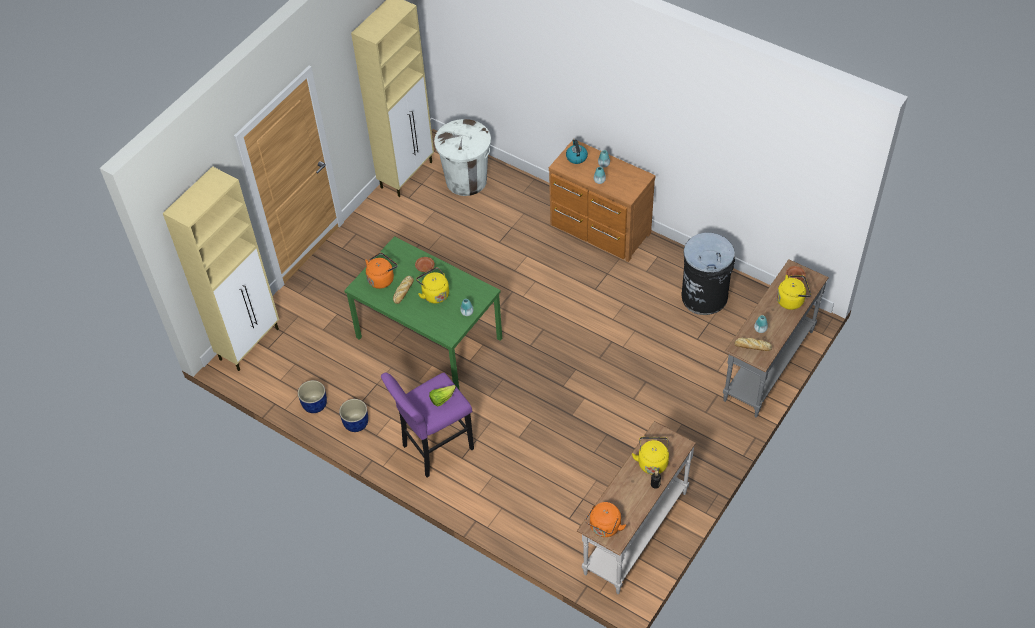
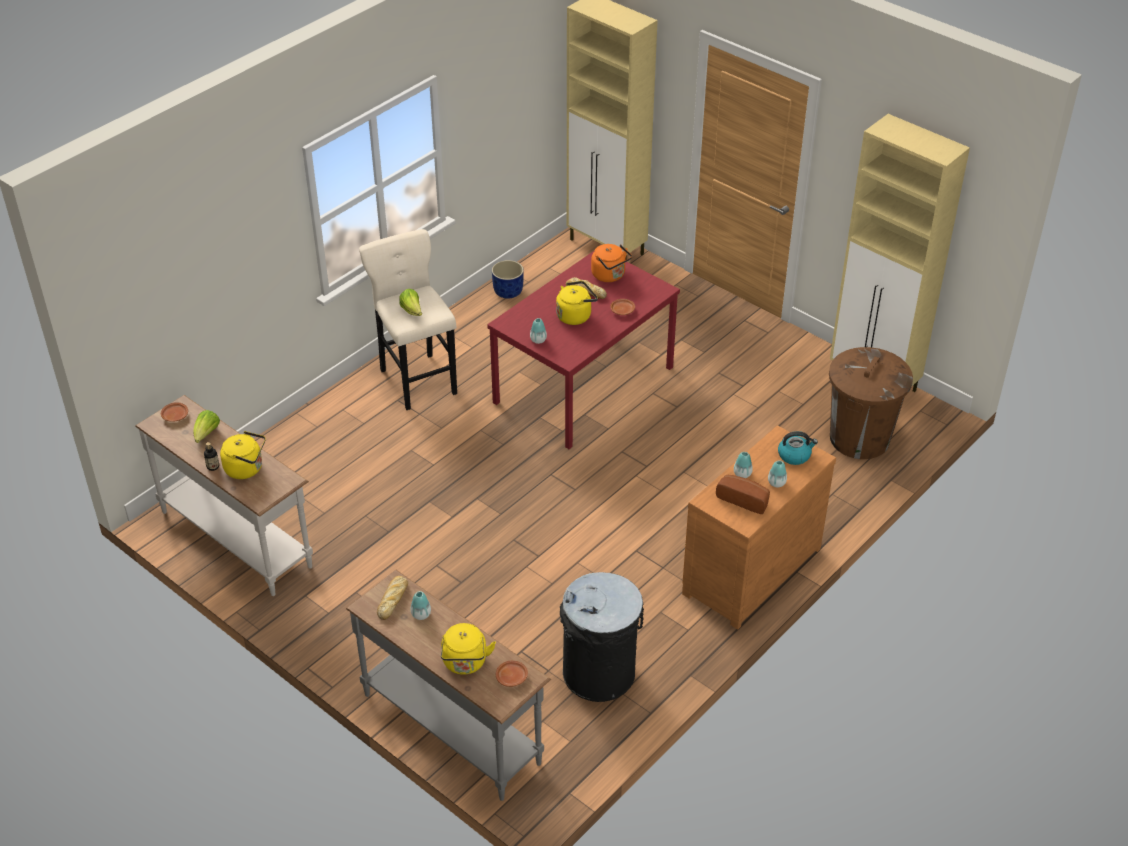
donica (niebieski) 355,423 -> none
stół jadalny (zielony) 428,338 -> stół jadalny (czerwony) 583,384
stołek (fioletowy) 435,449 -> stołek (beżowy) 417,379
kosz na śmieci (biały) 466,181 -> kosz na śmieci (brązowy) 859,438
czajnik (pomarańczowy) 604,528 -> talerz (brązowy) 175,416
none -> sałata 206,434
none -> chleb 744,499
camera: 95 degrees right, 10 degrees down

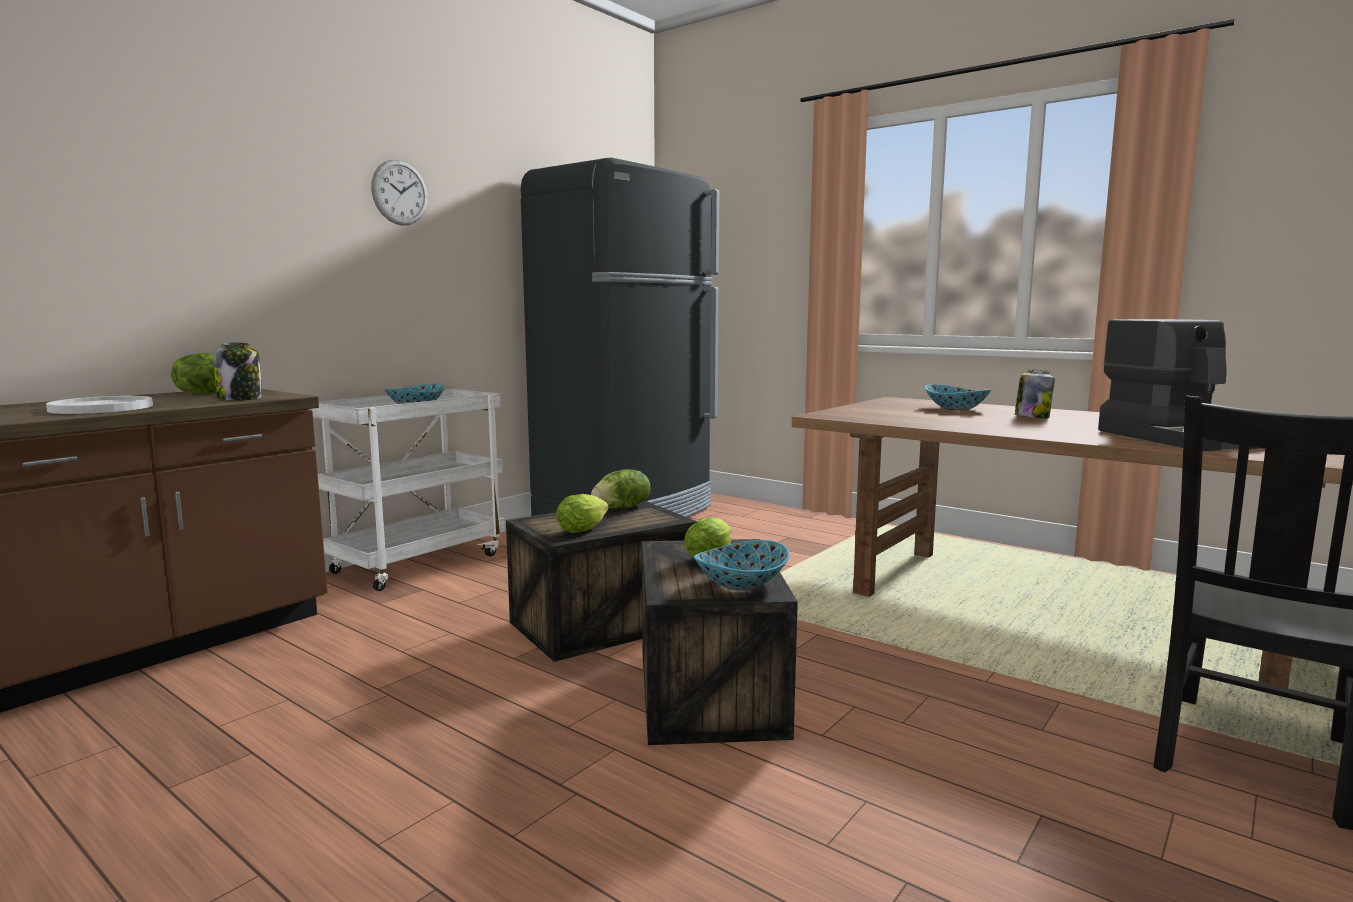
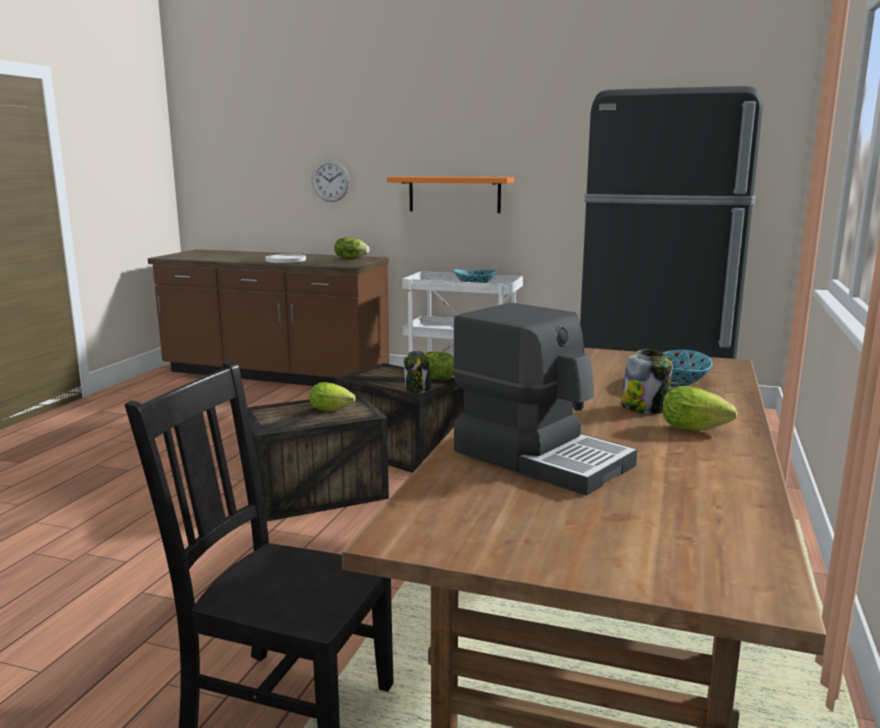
słoik 240,398 -> słoik 418,389, shifted
zegar ścienny 400,192 -> zegar ścienny 330,181, shifted
sałata 584,529 -> sałata 697,429, shifted
miska 740,584 -> none
ekspres do kawy 1176,438 -> ekspres do kawy 541,457, 105 degrees counterclockwise
none -> półka (pomarańczowy) 454,194
camera: 70 degrees right, 5 degrees up

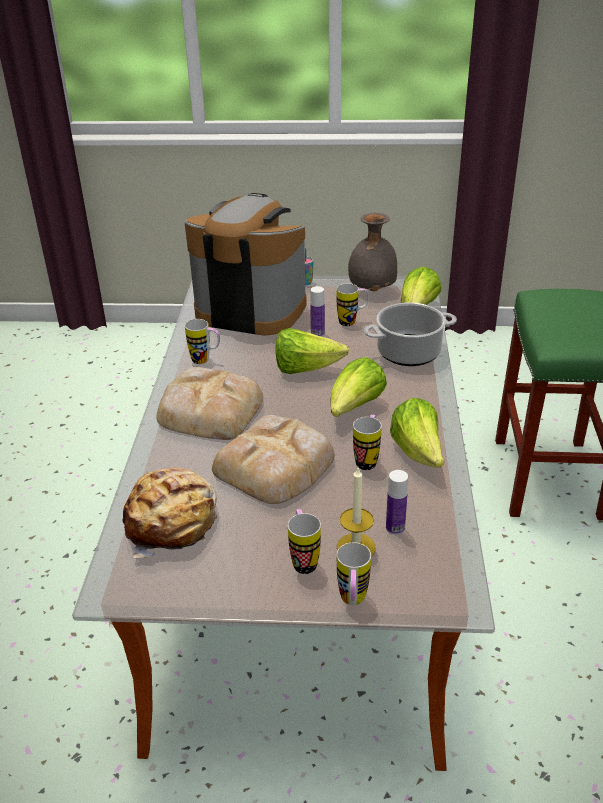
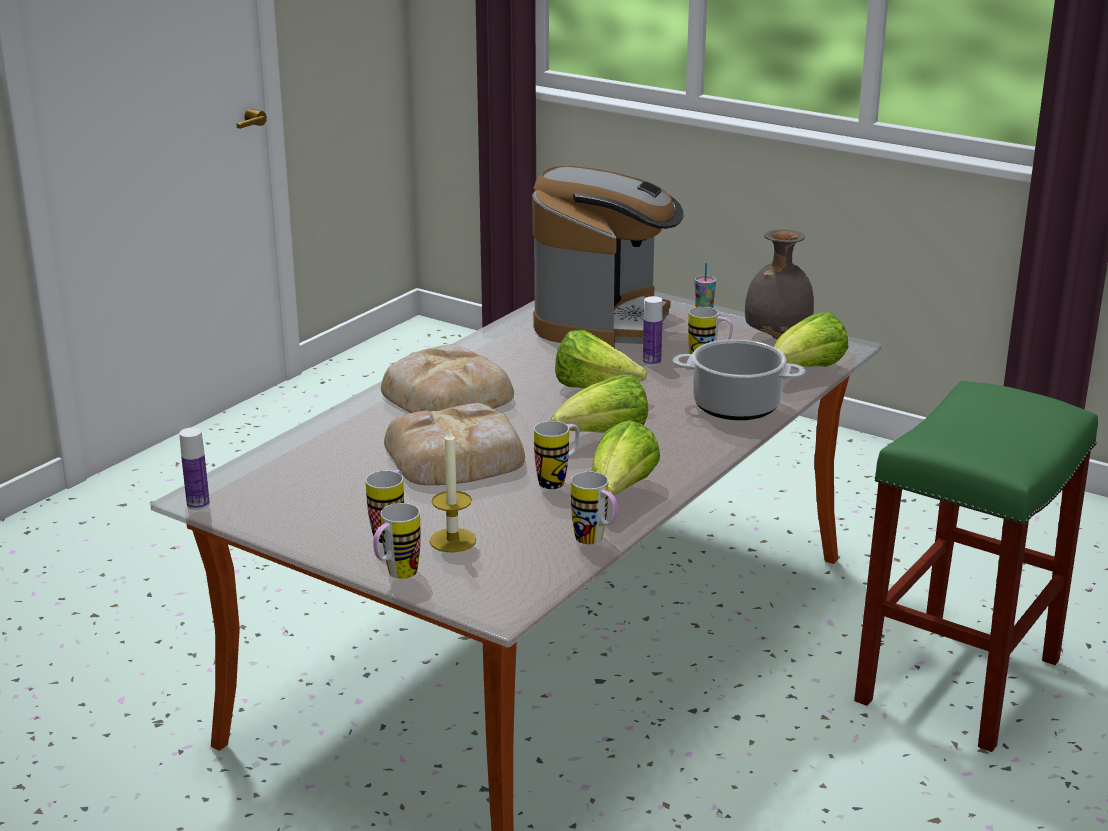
chleb 172,522 -> none
ekspres do kawy 250,310 -> ekspres do kawy 603,321, 60 degrees clockwise
kubek 205,360 -> kubek 595,541, shifted
butelka 395,528 -> butelka 198,504, shifted
camera: 30 degrees right, 10 degrees down

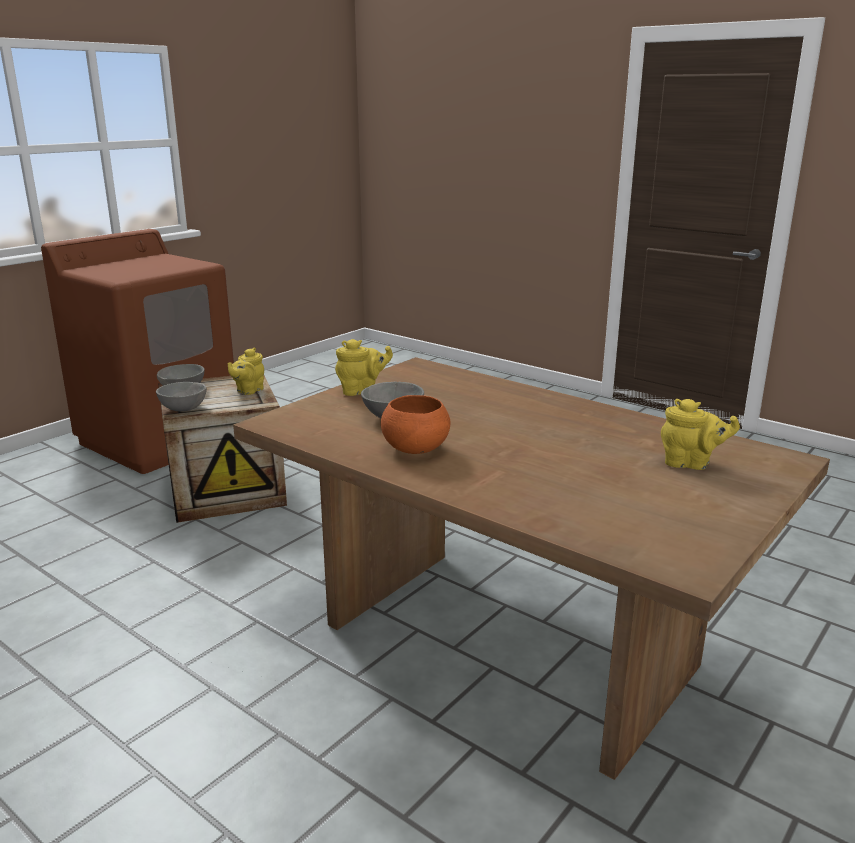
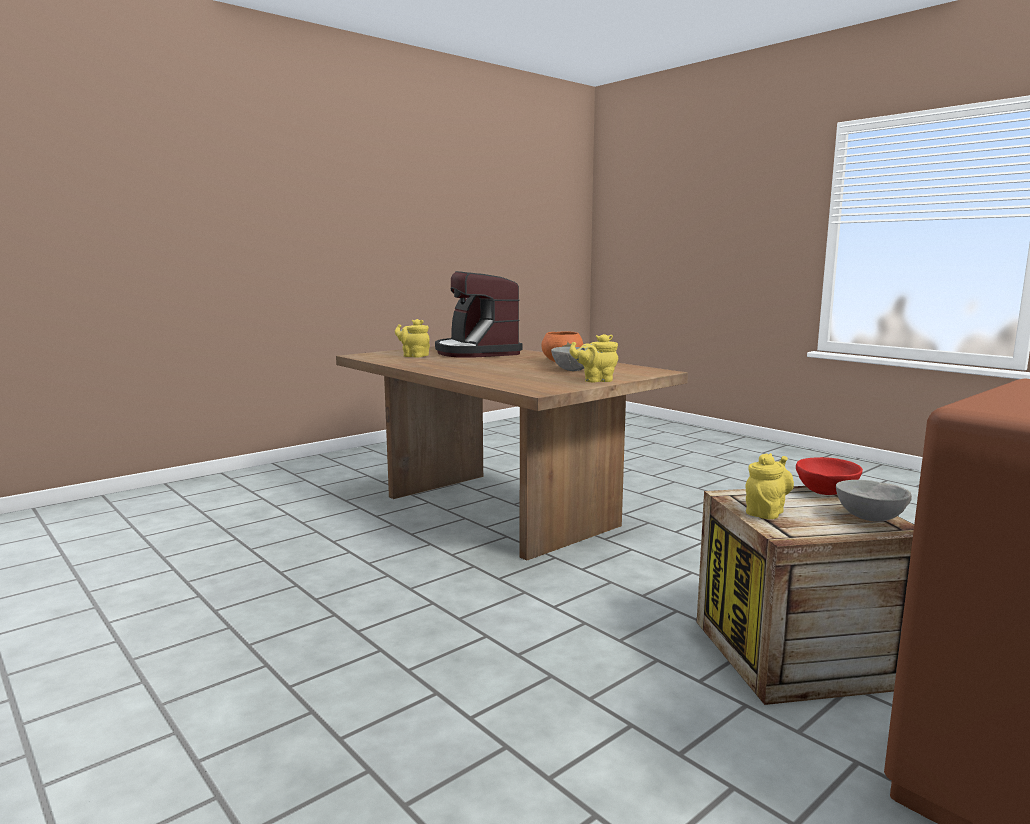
miska (szary) 183,409 -> miska (czerwony) 827,493
none -> ekspres do kawy 476,352
camera: 170 degrees left, 10 degrees down

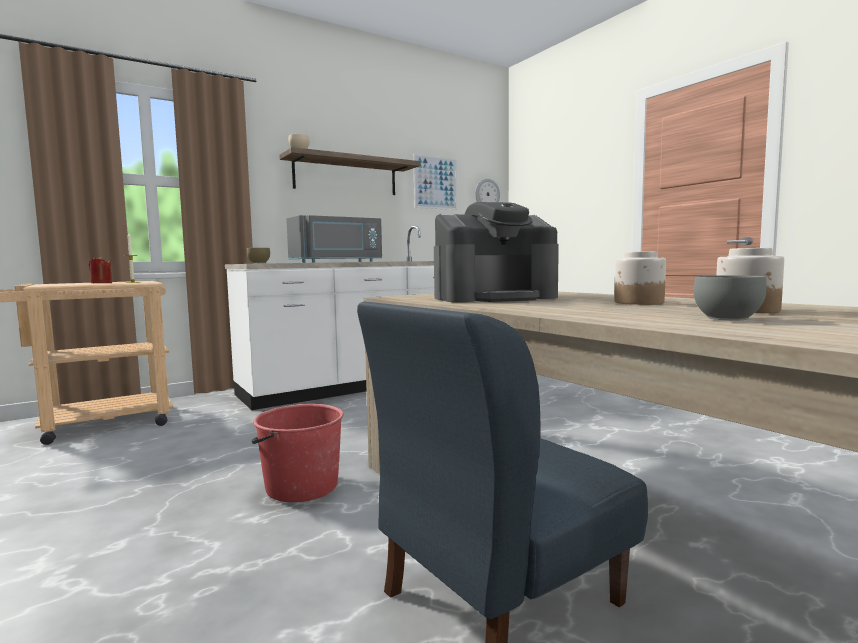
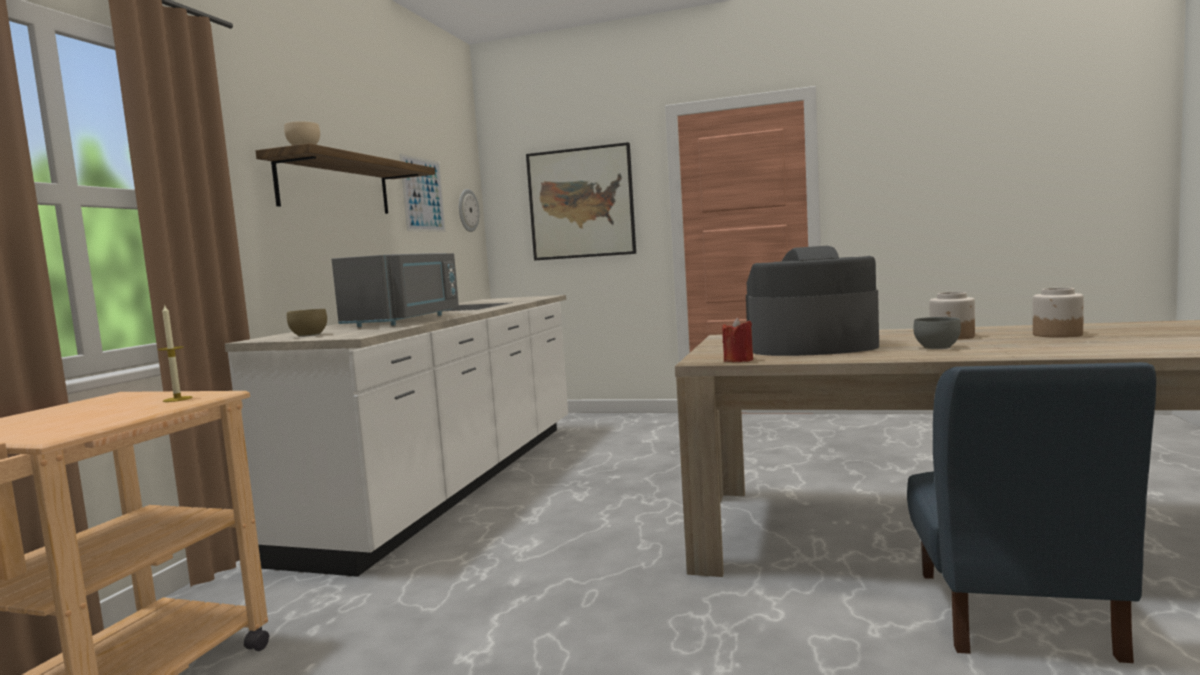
świeca (czerwony) 101,283 -> świeca (czerwony) 738,360, shifted
wiadro (czerwony) 300,487 -> none
ekspres do kawy 494,298 -> ekspres do kawy 810,347, 120 degrees counterclockwise
miska (szary) 725,318 -> miska (szary) 935,348, shifted
none -> obraz 581,203
camera: 40 degrees left, 0 degrees up

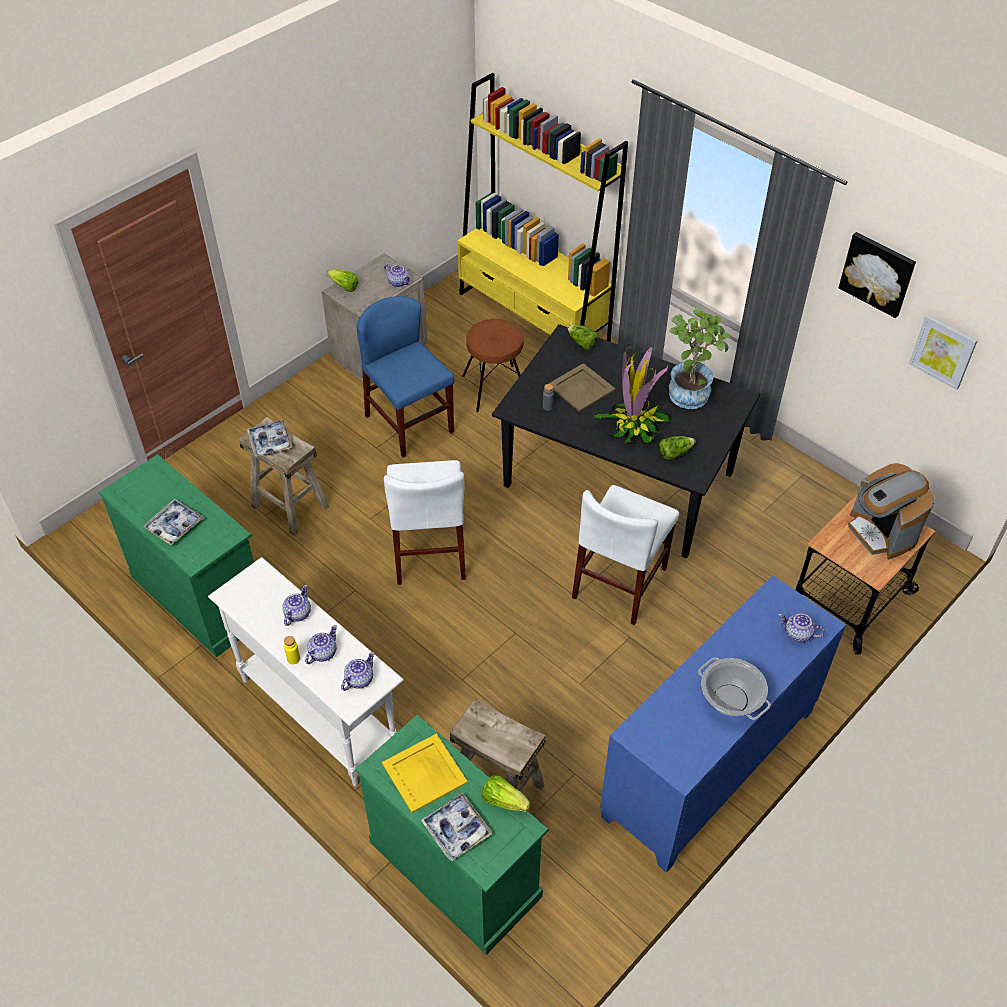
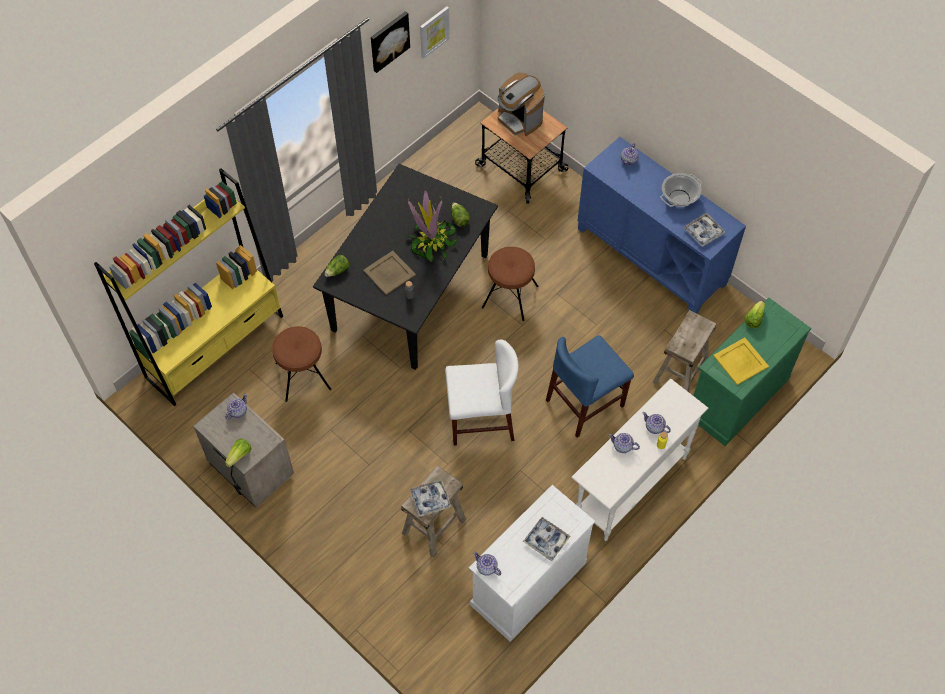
komoda (zielony) 200,595 -> komoda (biały) 528,583
imbryk 359,679 -> imbryk 487,568, shifted
krzesło (niebieski) 409,424 -> krzesło (niebieski) 585,403, shifted
taca 456,830 -> taca 703,232, shifted
krzesło (biały) 620,582 -> stołek (brązowy) 509,297
roślina doniczkowa 690,390 -> none
ekspres do kawy 881,532 -> ekspres do kawy 519,119, 75 degrees clockwise
camera: 90 degrees left, 10 degrees up

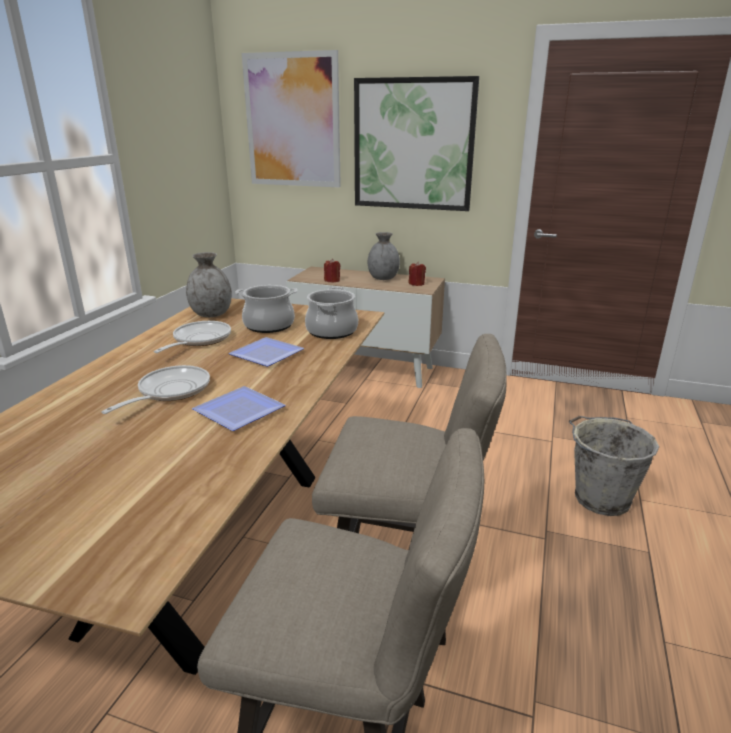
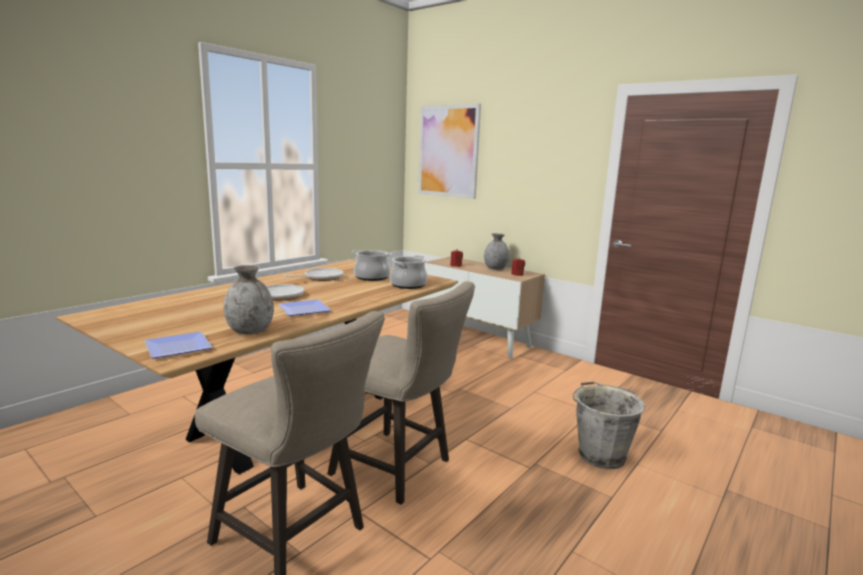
wazon (szary) 212,314 -> wazon (szary) 250,331, shifted
talerz 266,353 -> talerz 180,346, shifted
obraz 413,145 -> none
camera: 20 degrees right, 10 degrees down

